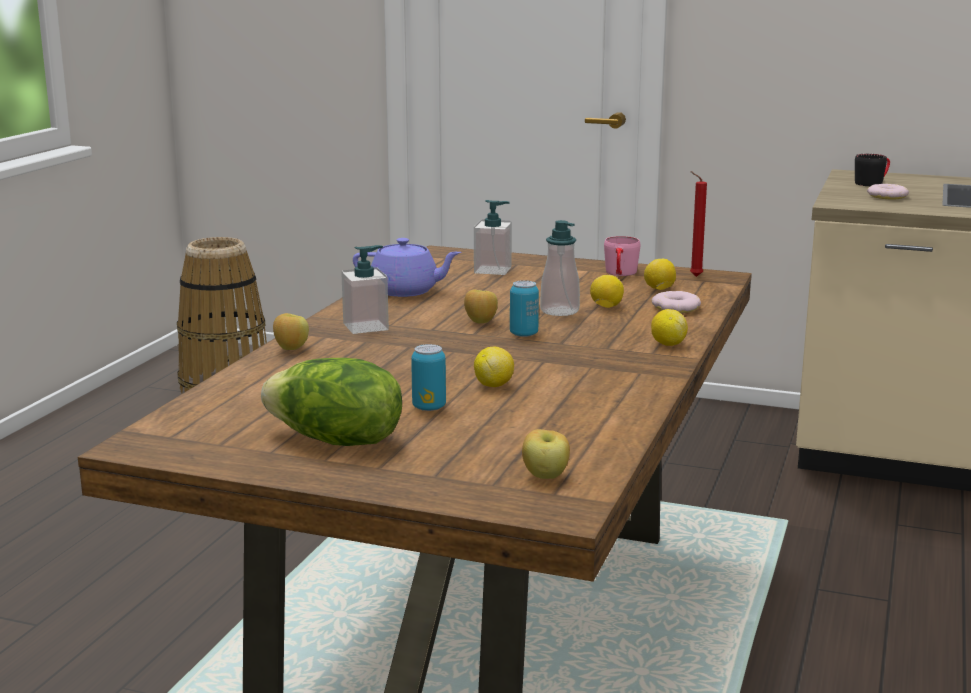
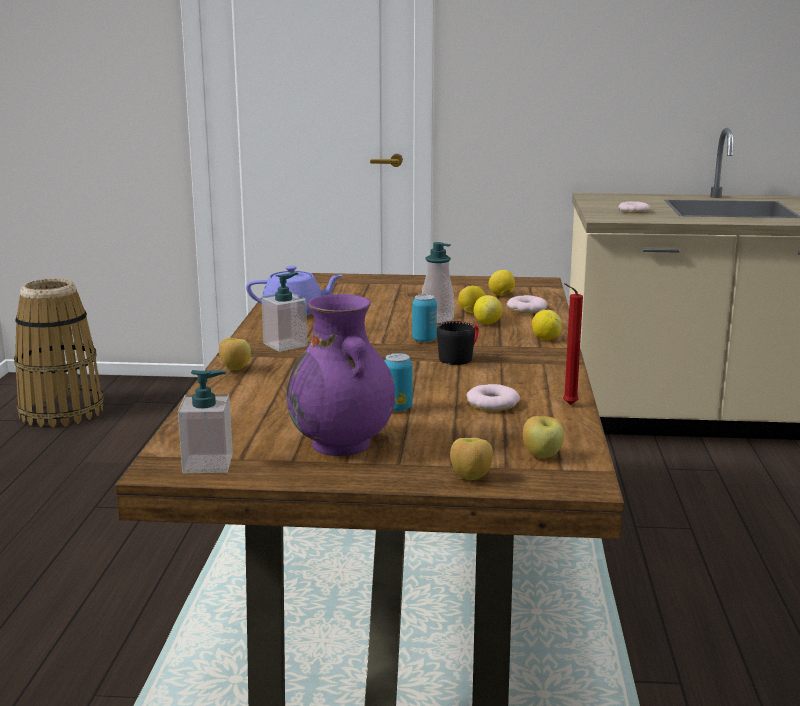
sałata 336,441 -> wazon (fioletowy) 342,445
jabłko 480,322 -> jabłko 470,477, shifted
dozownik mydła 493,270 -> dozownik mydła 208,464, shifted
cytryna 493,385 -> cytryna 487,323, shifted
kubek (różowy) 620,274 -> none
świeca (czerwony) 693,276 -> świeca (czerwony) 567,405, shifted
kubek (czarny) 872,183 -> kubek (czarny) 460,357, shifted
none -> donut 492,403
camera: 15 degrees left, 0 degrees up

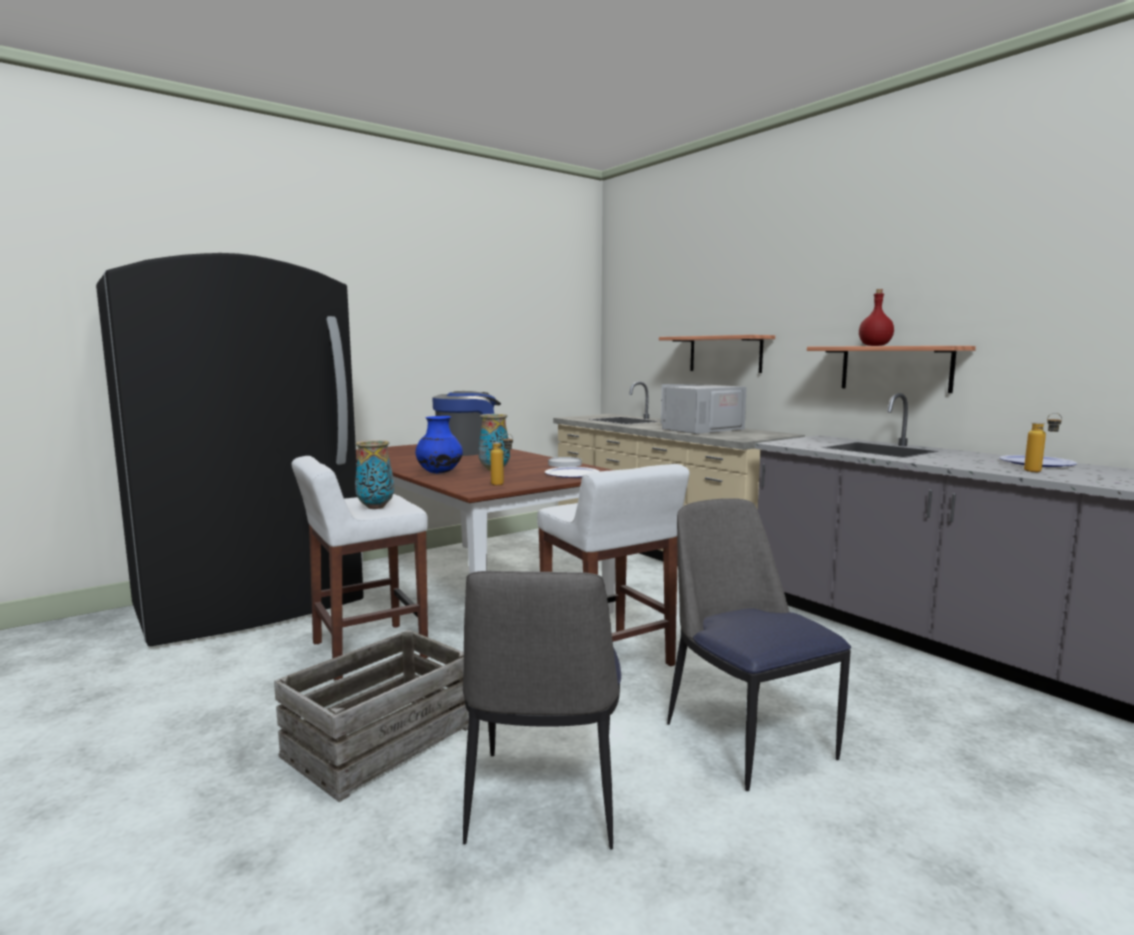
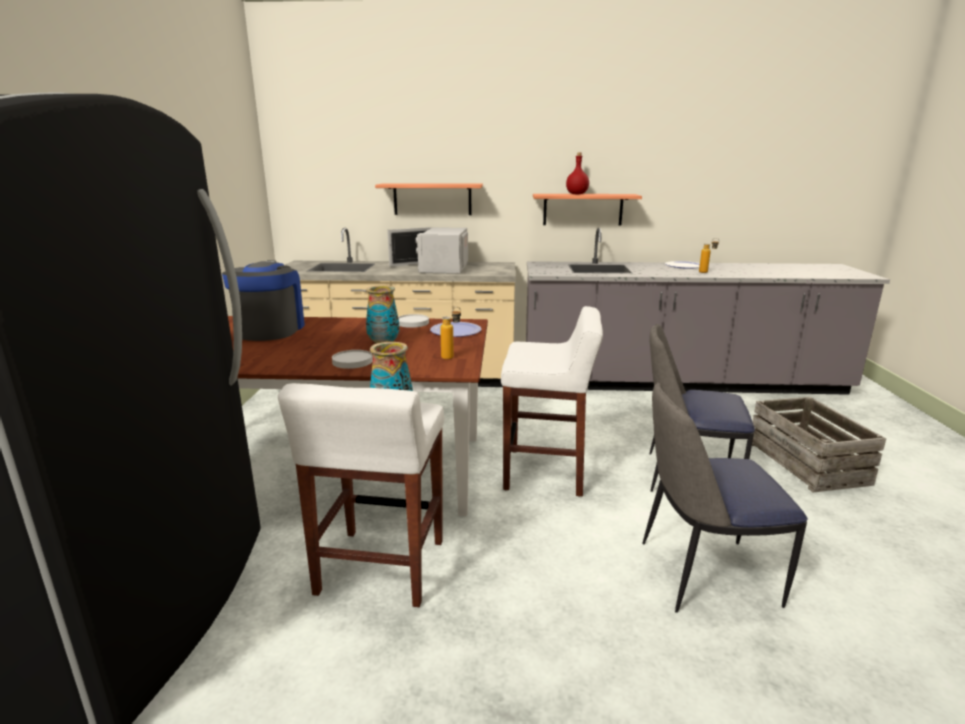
skrzynka 381,742 -> skrzynka 807,462, shifted
wazon (niebieski) 439,473 -> talerz (biały) 352,361
krzesło 542,801 -> krzesło 703,574, 135 degrees clockwise
camera: 50 degrees left, 10 degrees up

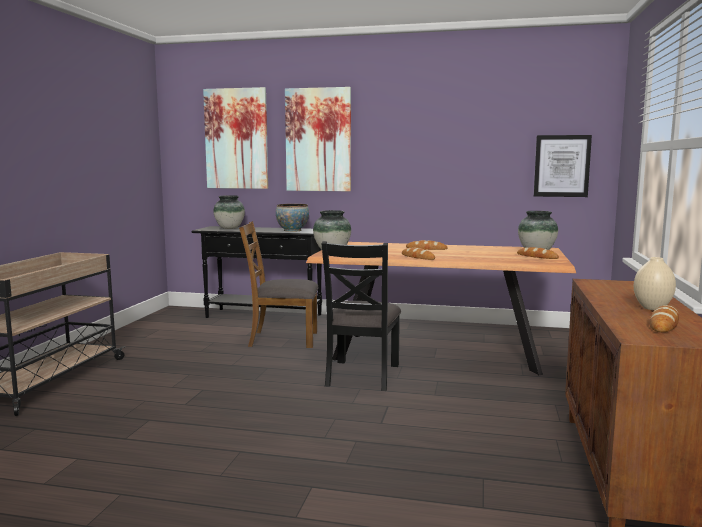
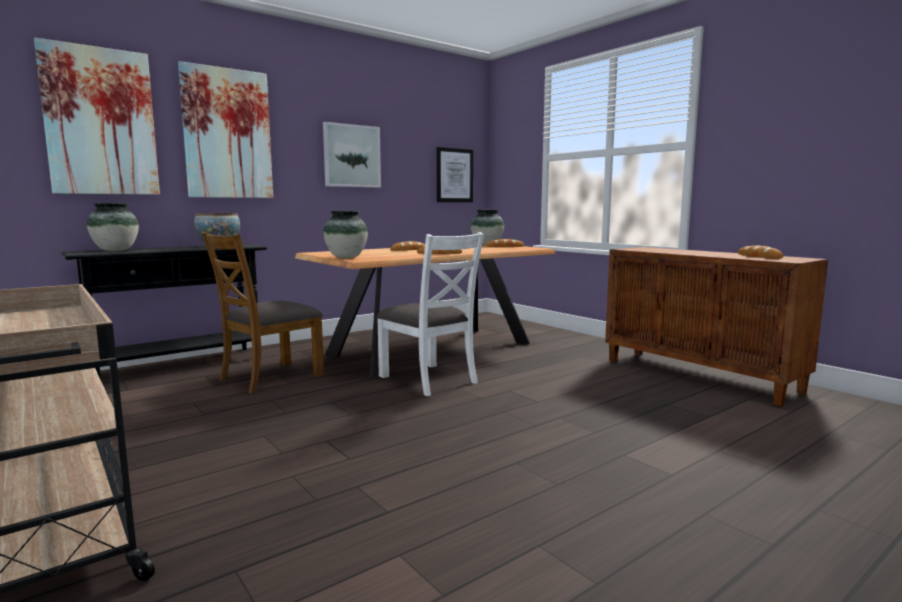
krzesło (czarny) 362,375 -> krzesło (biały) 429,379
wazon (beżowy) 652,308 -> none
none -> obraz 351,156
camera: 50 degrees left, 0 degrees up

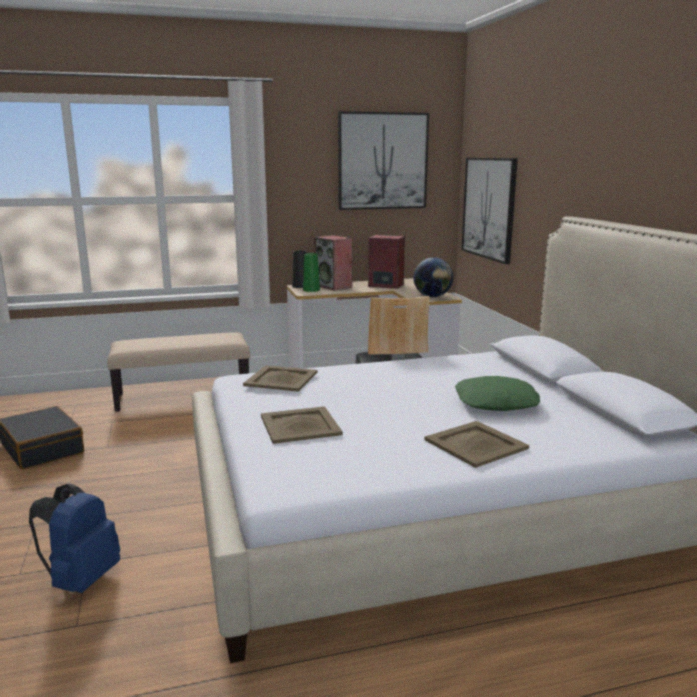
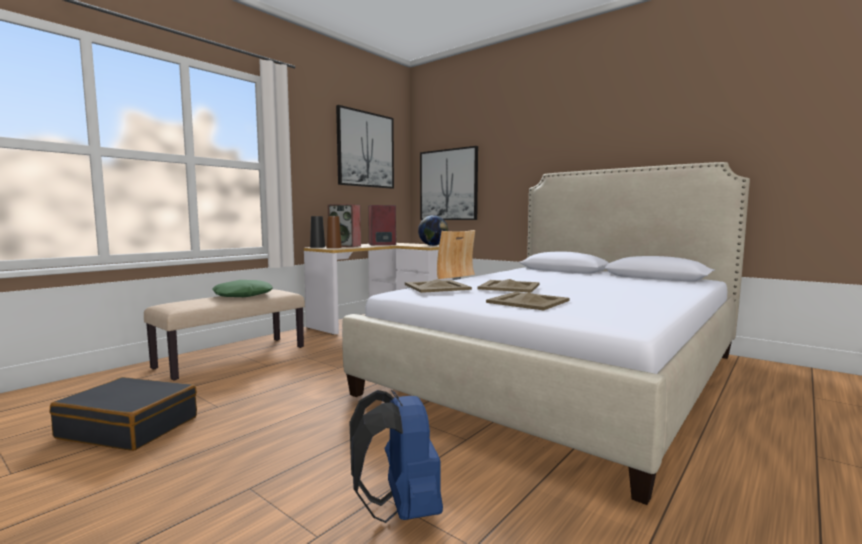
wazon (zielony) 311,290 -> wazon (brązowy) 334,247
taca (beżowy) 474,444 -> taca (beżowy) 508,287, shifted
poduszka (zielony) 496,403 -> poduszka (zielony) 243,295, shifted
camera: 35 degrees left, 10 degrees down

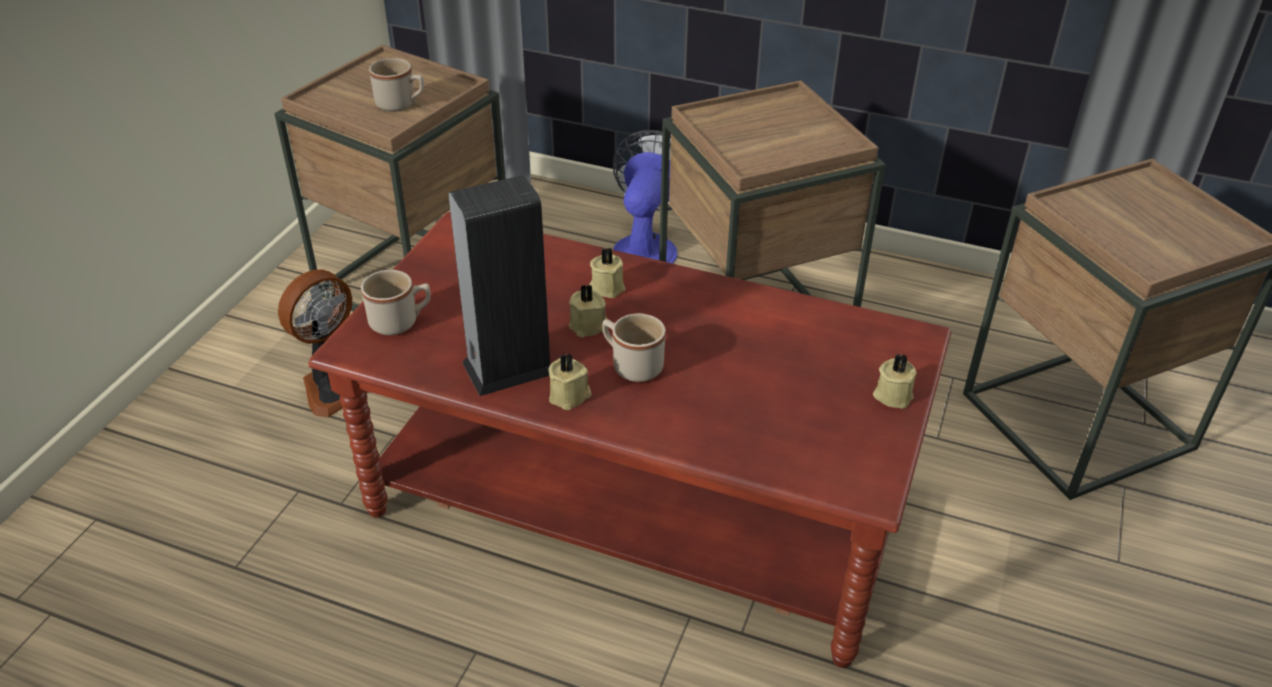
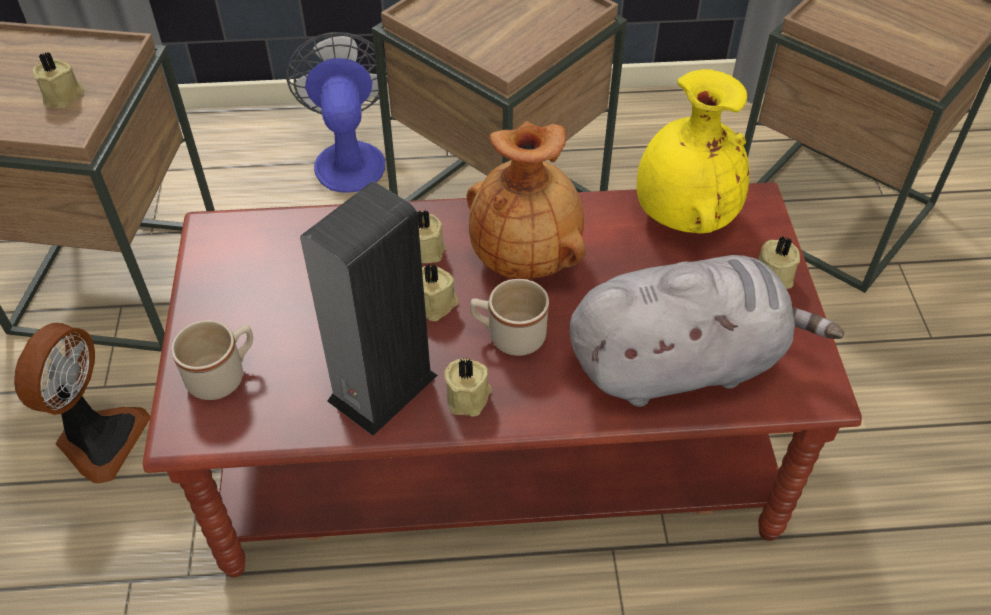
kubek (beżowy) 401,105 -> świeca (beżowy) 64,96
none -> wazon (brązowy) 526,256
none -> pluszak (szary) 682,363
none -> wazon (żółty) 683,214
camera: 25 degrees left, 10 degrees up

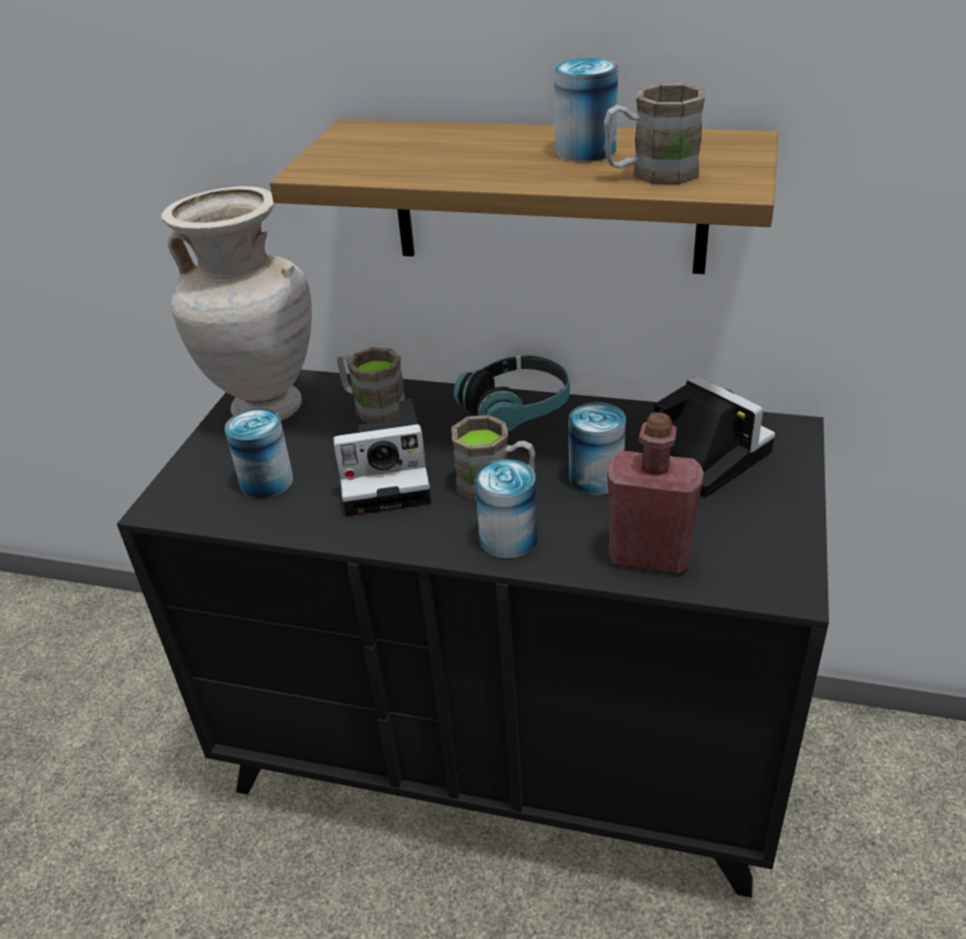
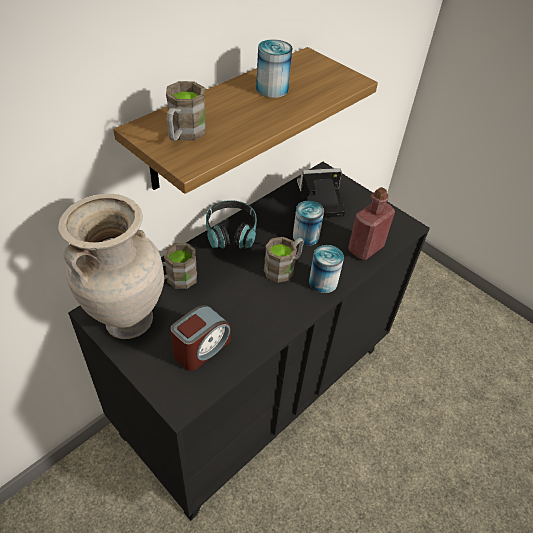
puszka 266,481 -> budzik 201,348
aparat fotograficzny 389,476 -> none
kubek (brązowy) 651,174 -> kubek (brązowy) 184,134, shifted
camera: 65 degrees left, 10 degrees up

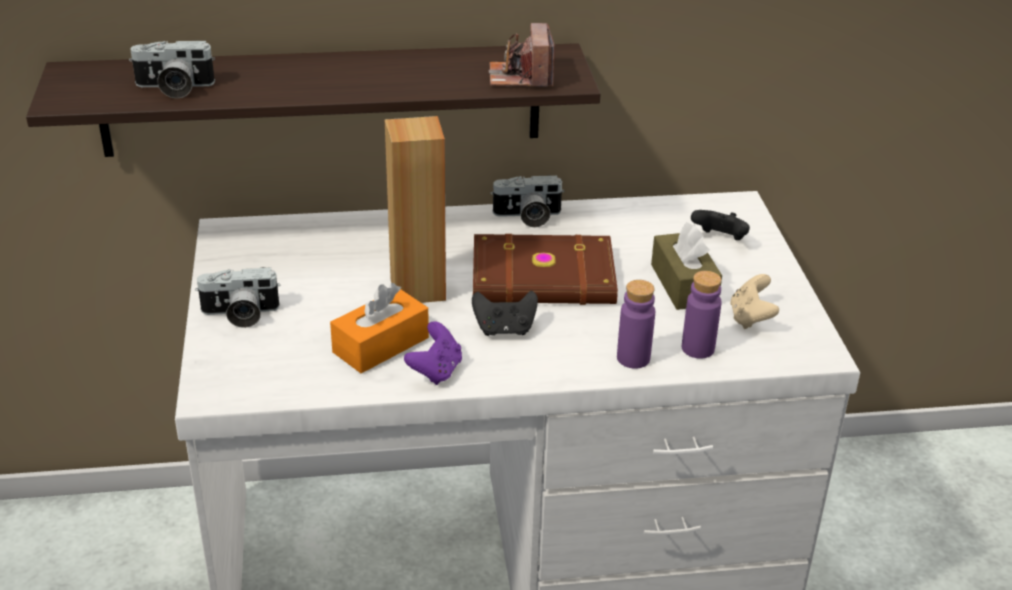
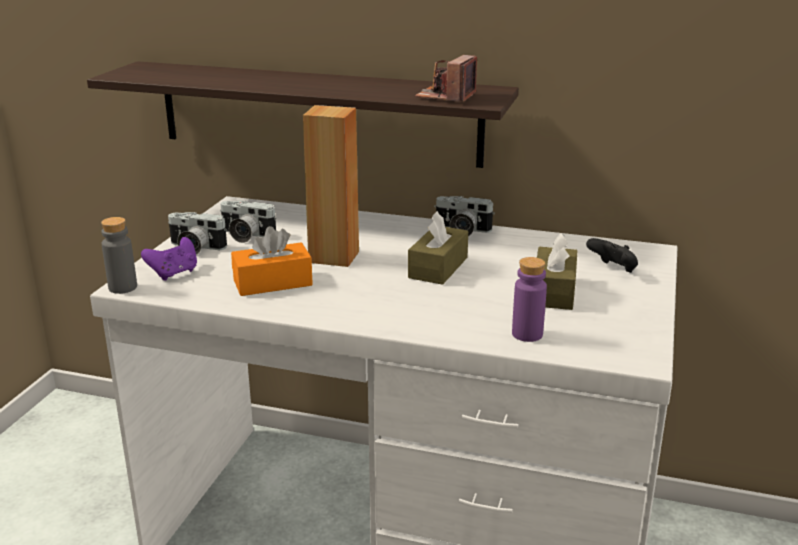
aparat fotograficzny 174,88 -> aparat fotograficzny 245,236, shifted
pad do gier (fioletowy) 436,371 -> pad do gier (fioletowy) 174,273, shifted
pad do gier (czarny) 504,329 -> none
książka (brązowy) 544,278 -> pudełko chusteczek (brązowy) 438,267
butelka (fioletowy) 633,358 -> none
pad do gier (beżowy) 750,318 -> none
none -> butelka (szary) 123,287
camera: 25 degrees right, 10 degrees down

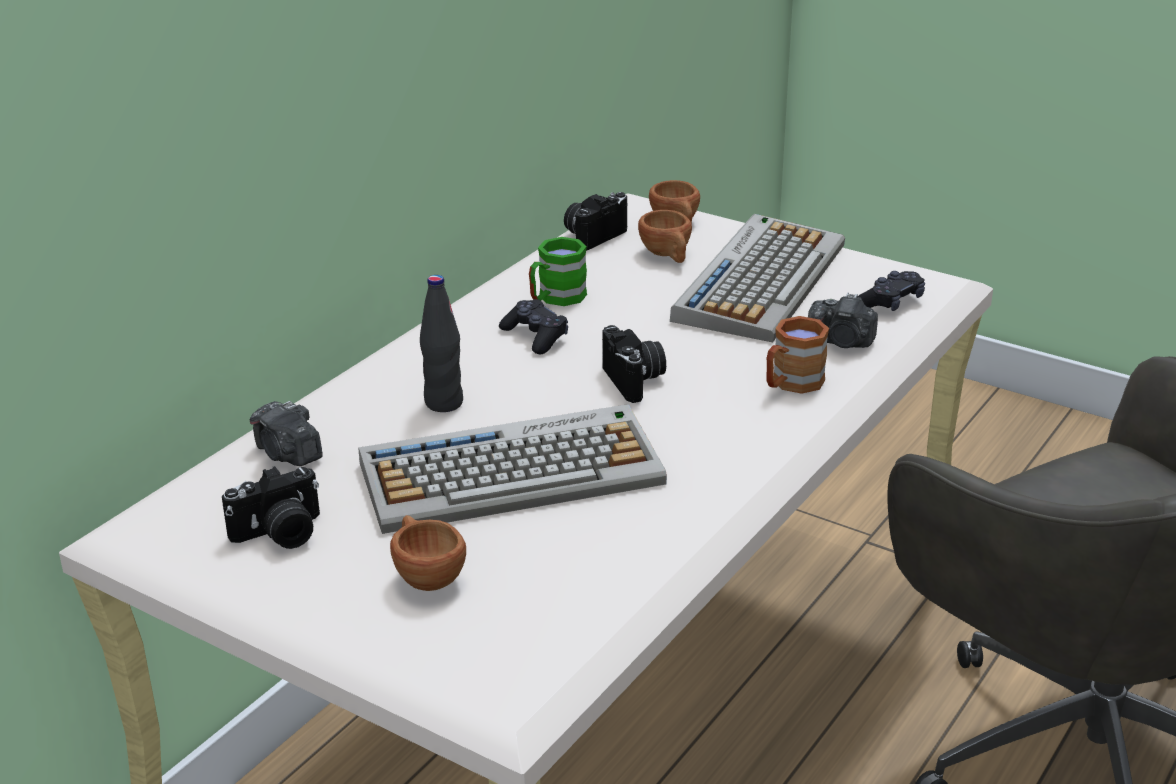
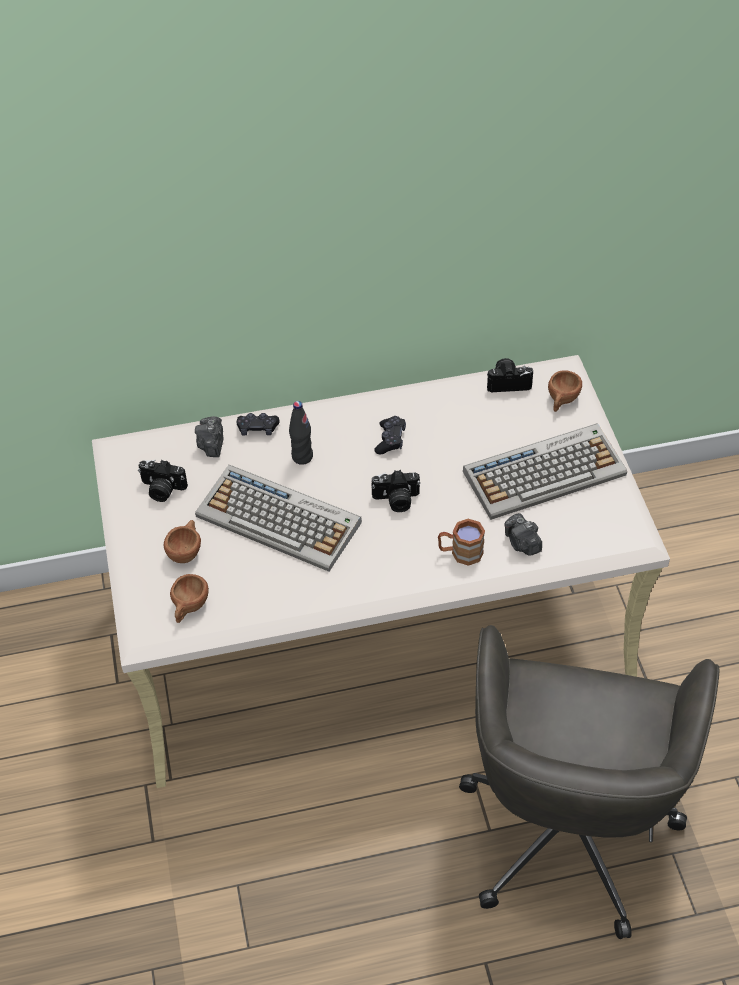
kubek (zielony) 555,299 -> none
aparat fotograficzny 635,381 -> aparat fotograficzny 396,500, 60 degrees clockwise
filiżanka (brązowy) 668,256 -> filiżanka (brązowy) 189,608, shifted
pad do gier (czarny) 890,302 -> pad do gier (czarny) 257,429, shifted
camera: 45 degrees right, 20 degrees up

